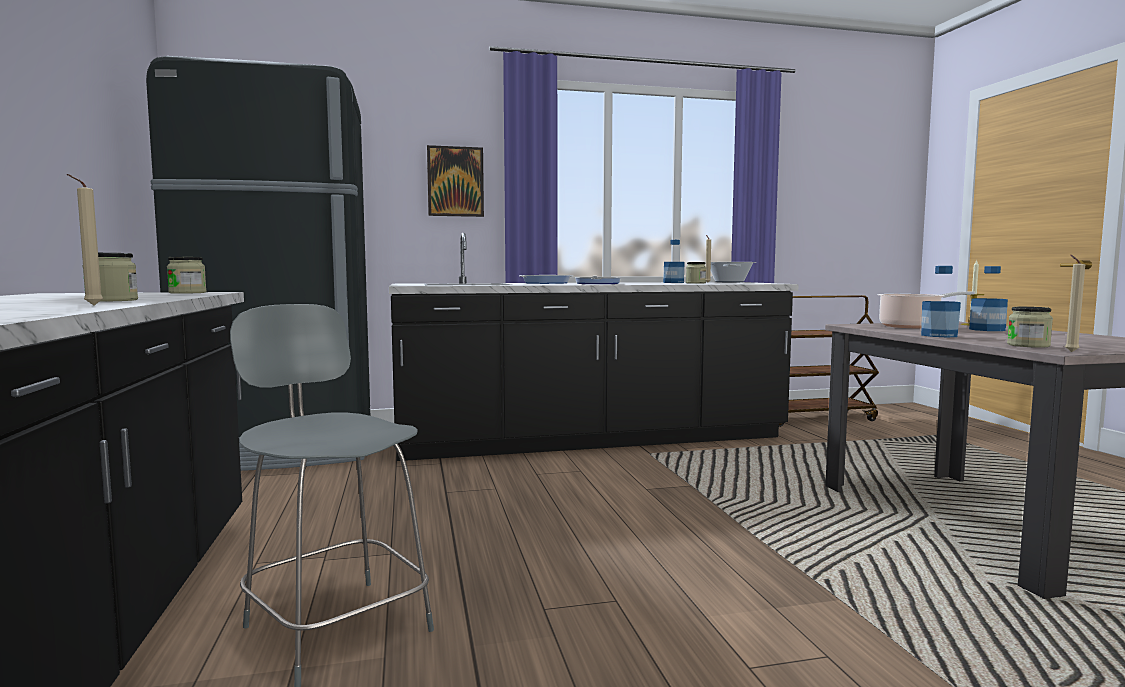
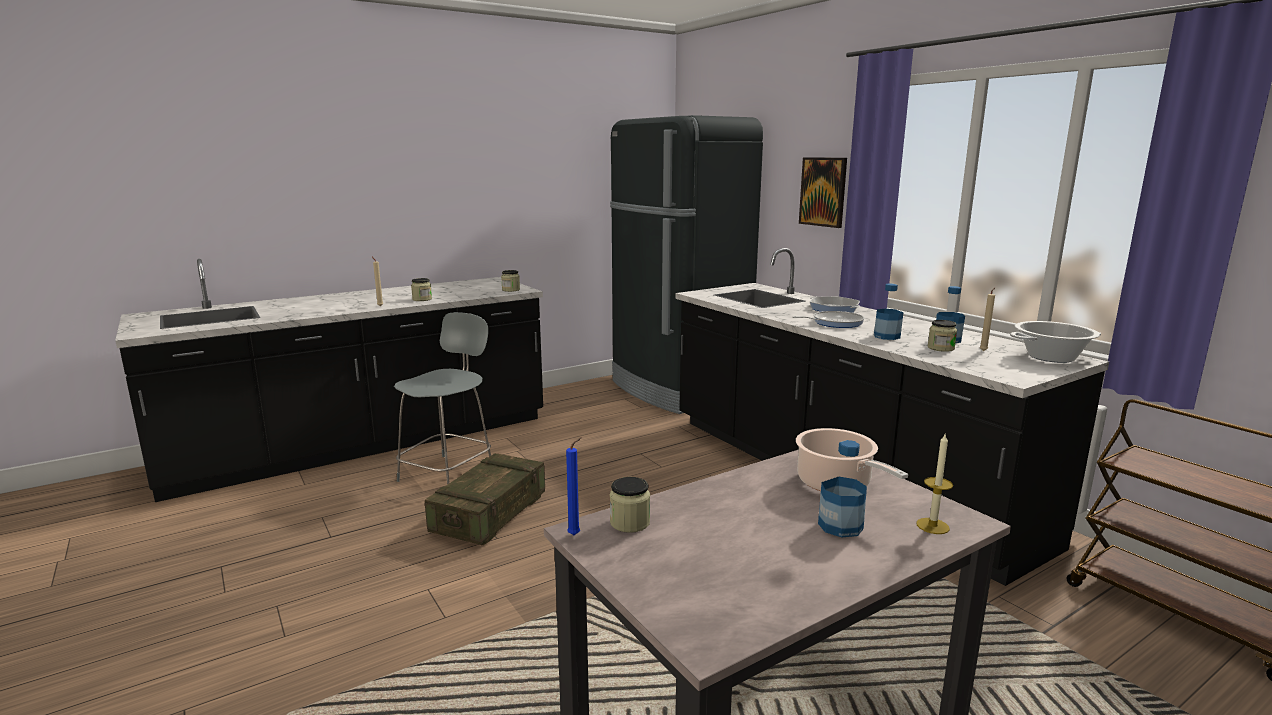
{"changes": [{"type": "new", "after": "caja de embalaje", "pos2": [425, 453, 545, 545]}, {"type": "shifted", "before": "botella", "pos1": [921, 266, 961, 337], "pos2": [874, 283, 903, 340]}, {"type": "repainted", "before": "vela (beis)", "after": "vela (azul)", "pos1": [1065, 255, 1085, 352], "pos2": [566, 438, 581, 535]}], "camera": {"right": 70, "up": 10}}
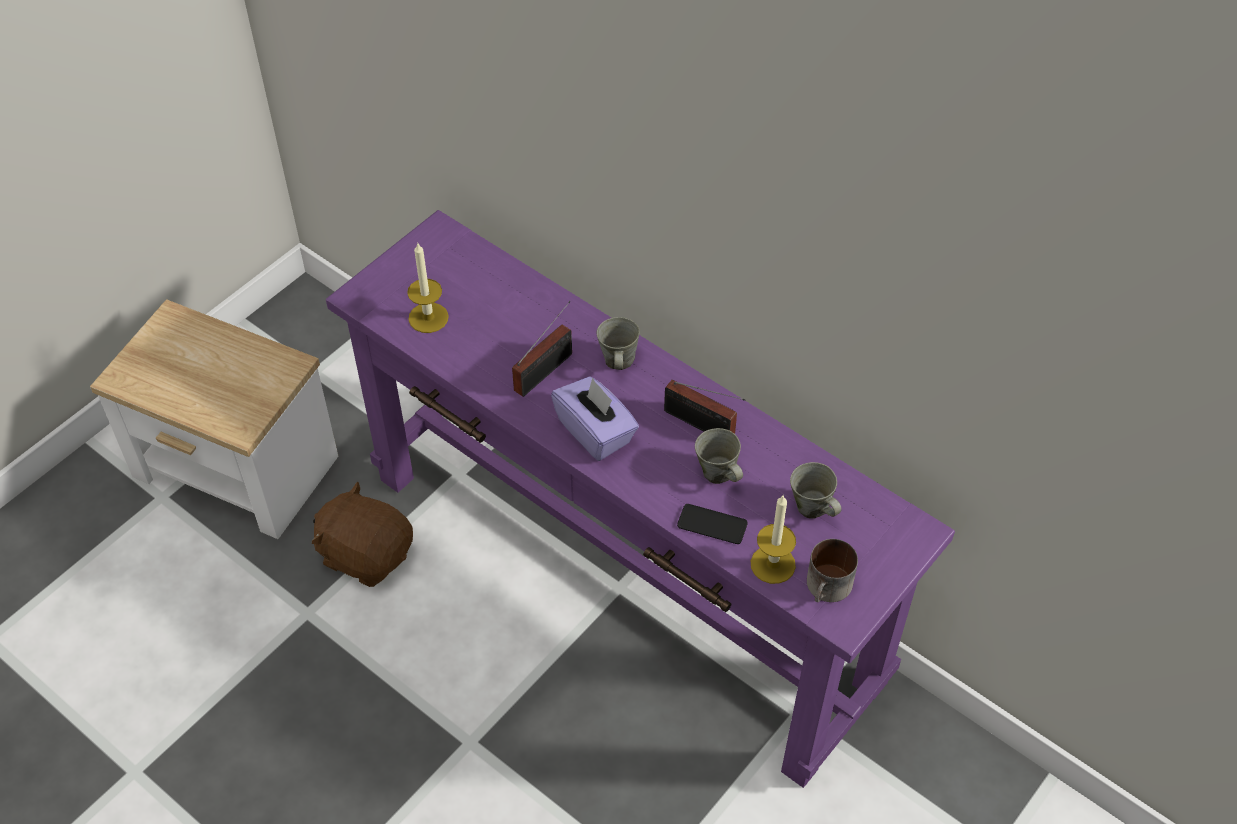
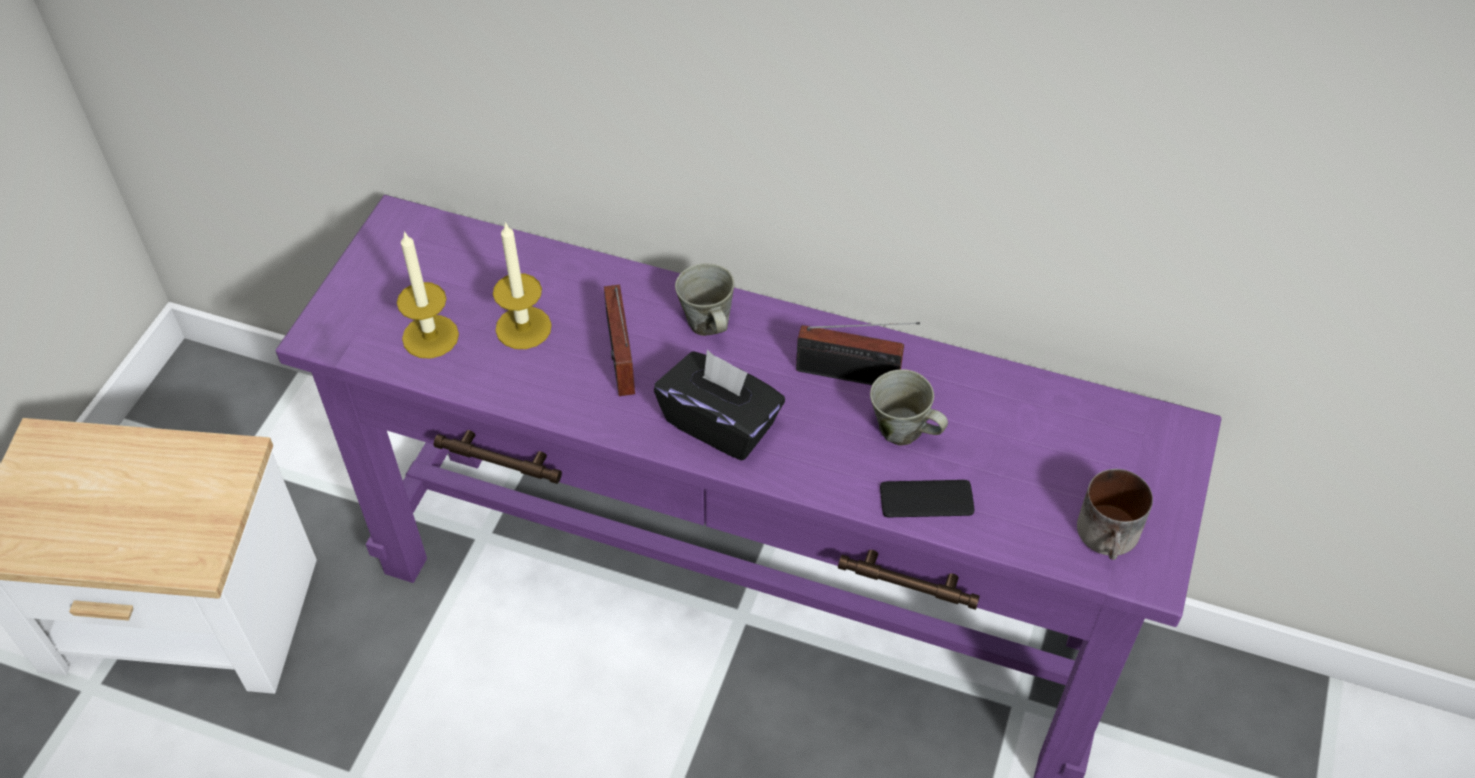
{"changes": [{"type": "gone", "before": "peluche (marrón)", "pos1": [312, 482, 413, 587]}, {"type": "gone", "before": "taza grande (gris)", "pos1": [790, 462, 842, 519]}, {"type": "shifted", "before": "vela", "pos1": [751, 495, 796, 584], "pos2": [493, 222, 552, 349]}, {"type": "repainted", "before": "caja de pañuelos (morado)", "after": "caja de pañuelos (negro)", "pos1": [551, 376, 639, 461], "pos2": [654, 350, 785, 460]}, {"type": "rotated", "before": "radio", "pos1": [512, 301, 572, 397], "pos2": [604, 285, 635, 396], "turn": 150}], "camera": {"right": -20, "up": 0}}
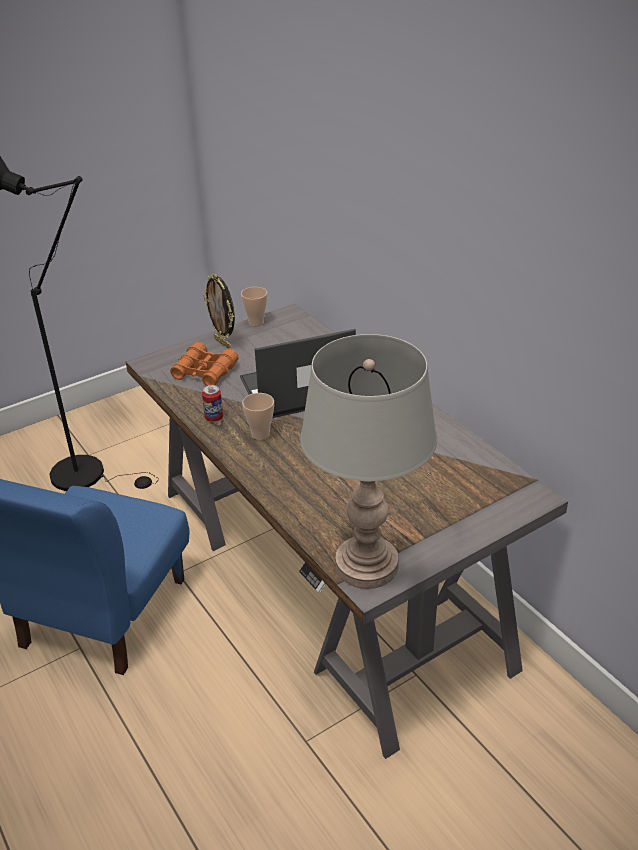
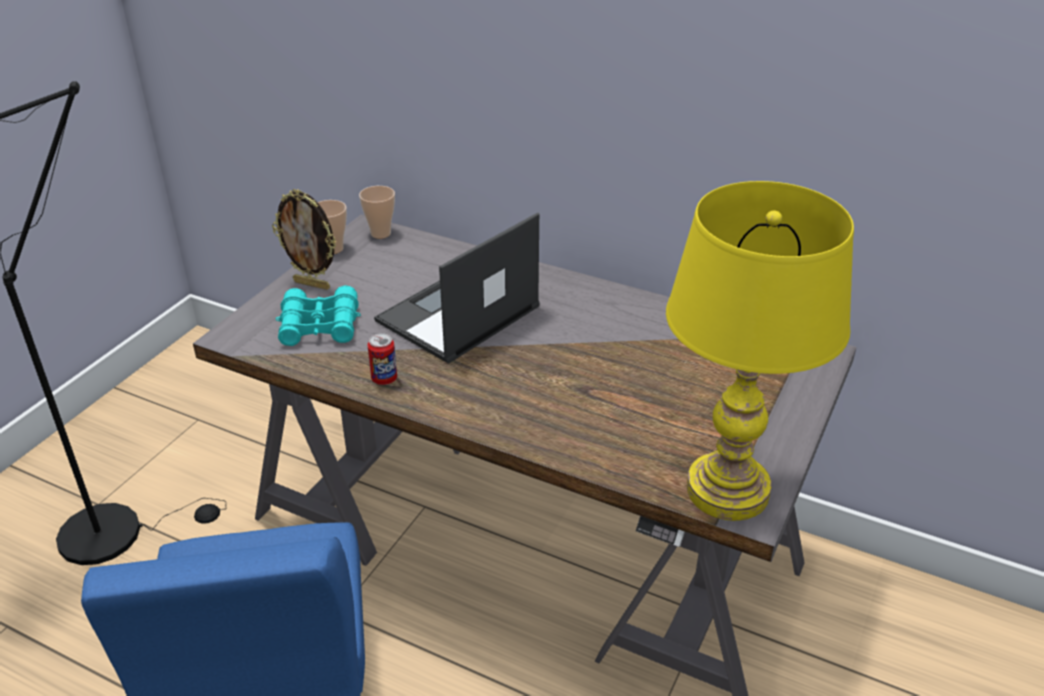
{"changes": [{"type": "shifted", "before": "taza", "pos1": [242, 393, 274, 440], "pos2": [359, 186, 395, 239]}, {"type": "repainted", "before": "prismáticos (naranja)", "after": "prismáticos (turquesa)", "pos1": [170, 342, 239, 386], "pos2": [275, 286, 361, 346]}, {"type": "repainted", "before": "lámpara de mesa (gris)", "after": "lámpara de mesa (amarillo)", "pos1": [300, 334, 437, 589], "pos2": [666, 181, 854, 521]}], "camera": {"right": -30, "up": 0}}
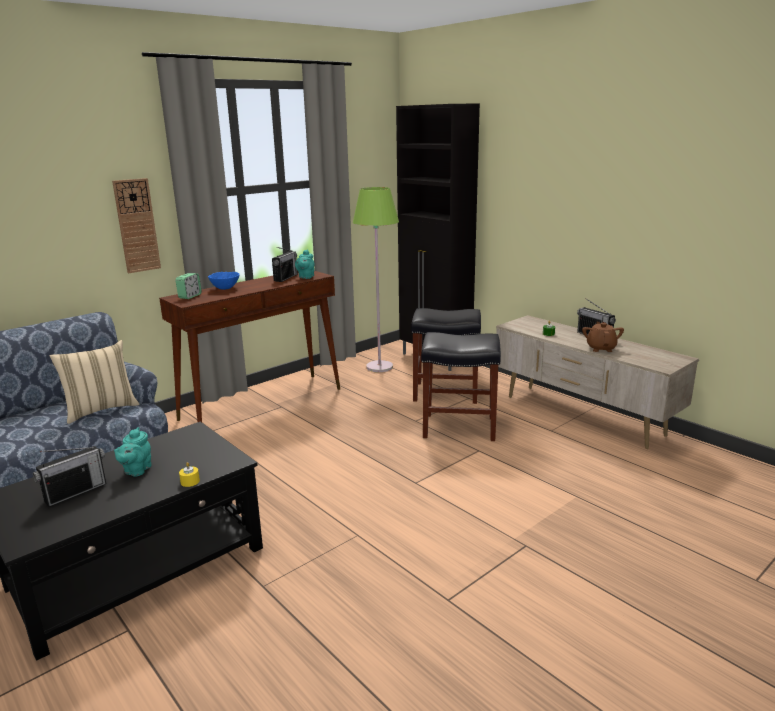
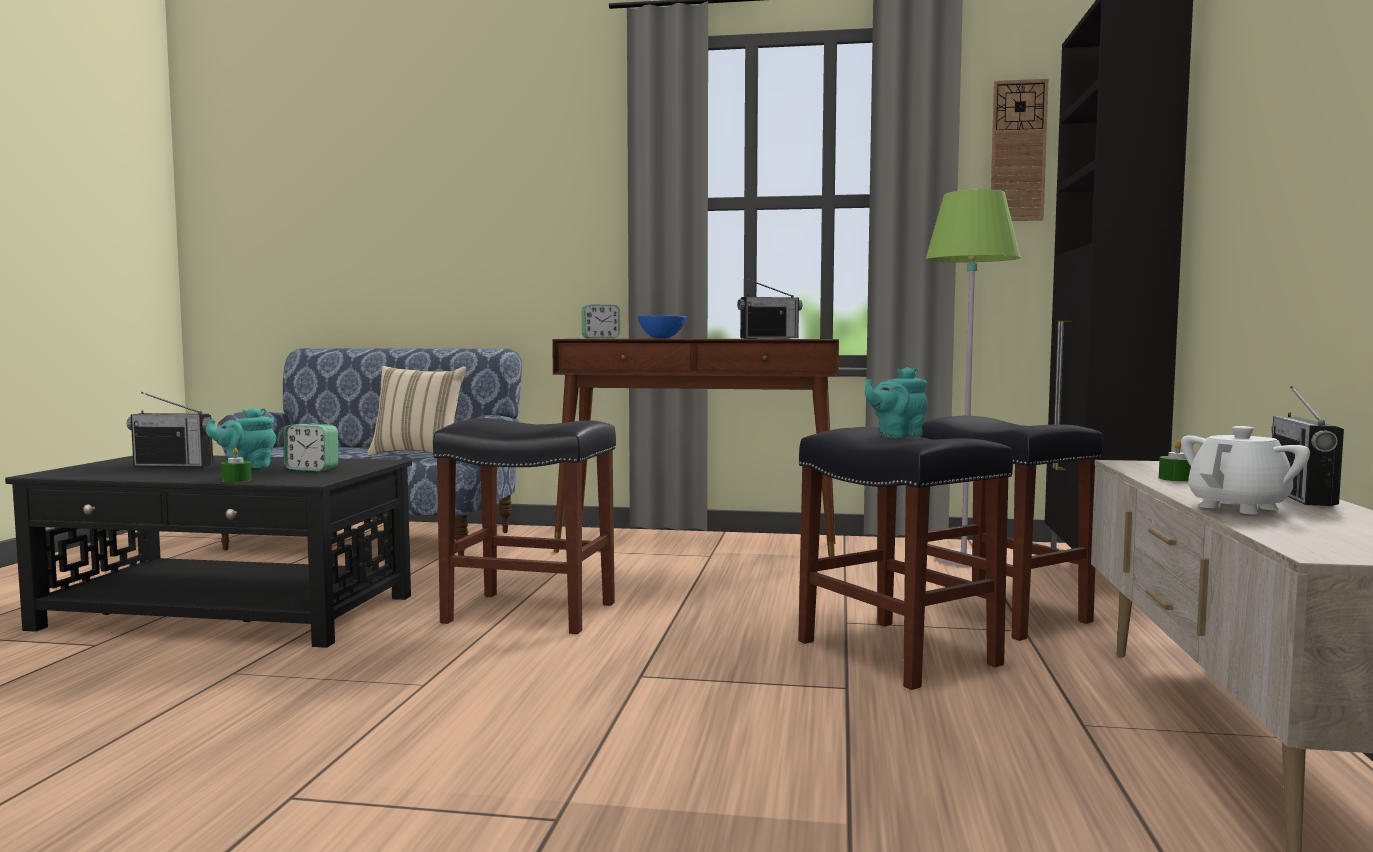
{"changes": [{"type": "new", "after": "despertador", "pos2": [284, 424, 339, 471]}, {"type": "new", "after": "taburete (negro)", "pos2": [433, 418, 616, 634]}, {"type": "shifted", "before": "reloj de pared", "pos1": [112, 178, 161, 273], "pos2": [991, 79, 1049, 221]}, {"type": "shifted", "before": "tetera (turquesa)", "pos1": [295, 249, 314, 279], "pos2": [865, 367, 927, 438]}, {"type": "repainted", "before": "vela (amarillo)", "after": "vela (verde)", "pos1": [179, 462, 200, 487], "pos2": [221, 448, 252, 482]}, {"type": "repainted", "before": "tetera (marrón)", "after": "tetera (blanco)", "pos1": [582, 322, 624, 352], "pos2": [1181, 426, 1310, 514]}], "camera": {"right": 50, "up": -15}}
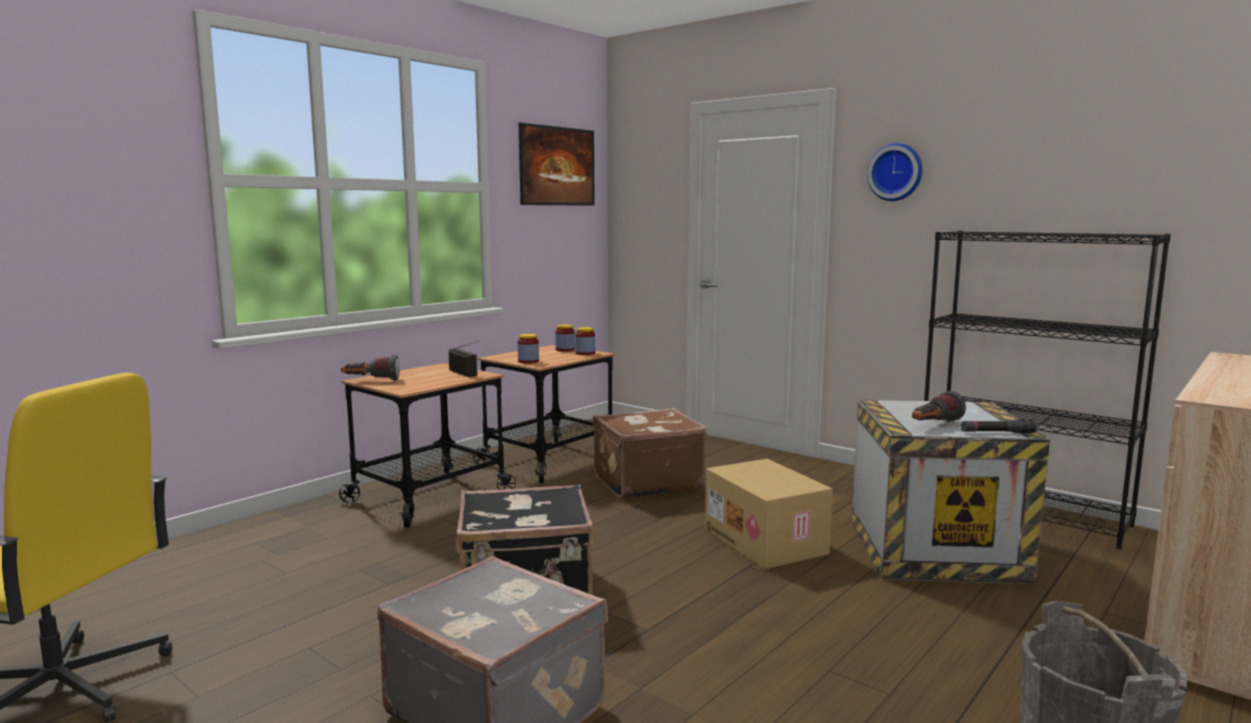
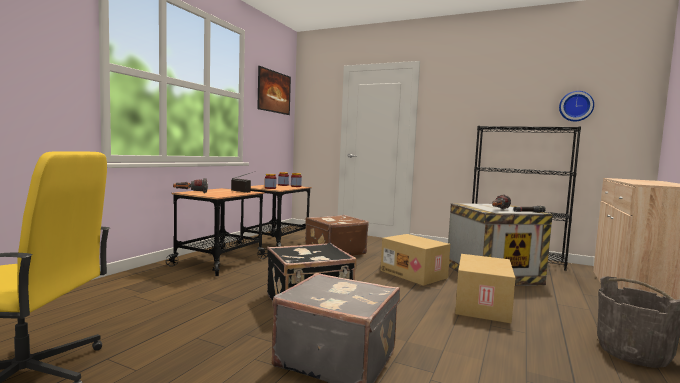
{"changes": [{"type": "new", "after": "caja de cartón", "pos2": [455, 254, 516, 323]}, {"type": "shifted", "before": "reloj de pared", "pos1": [867, 143, 922, 201], "pos2": [559, 91, 594, 121]}], "camera": {"right": -15, "up": -5}}
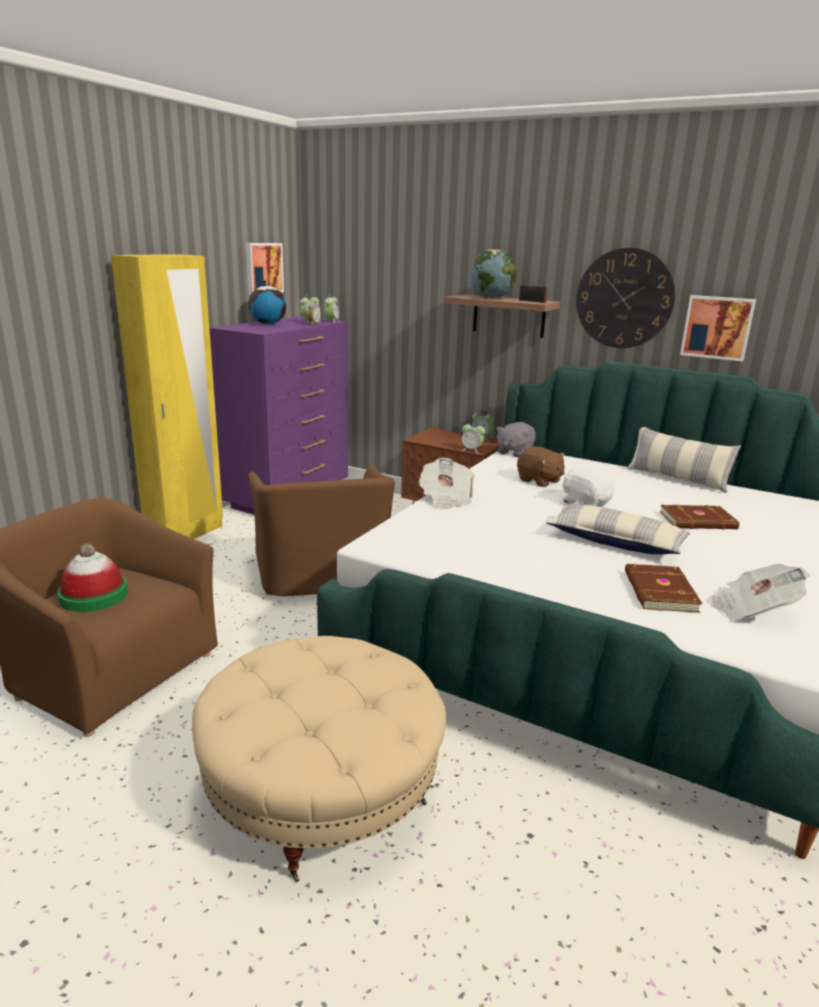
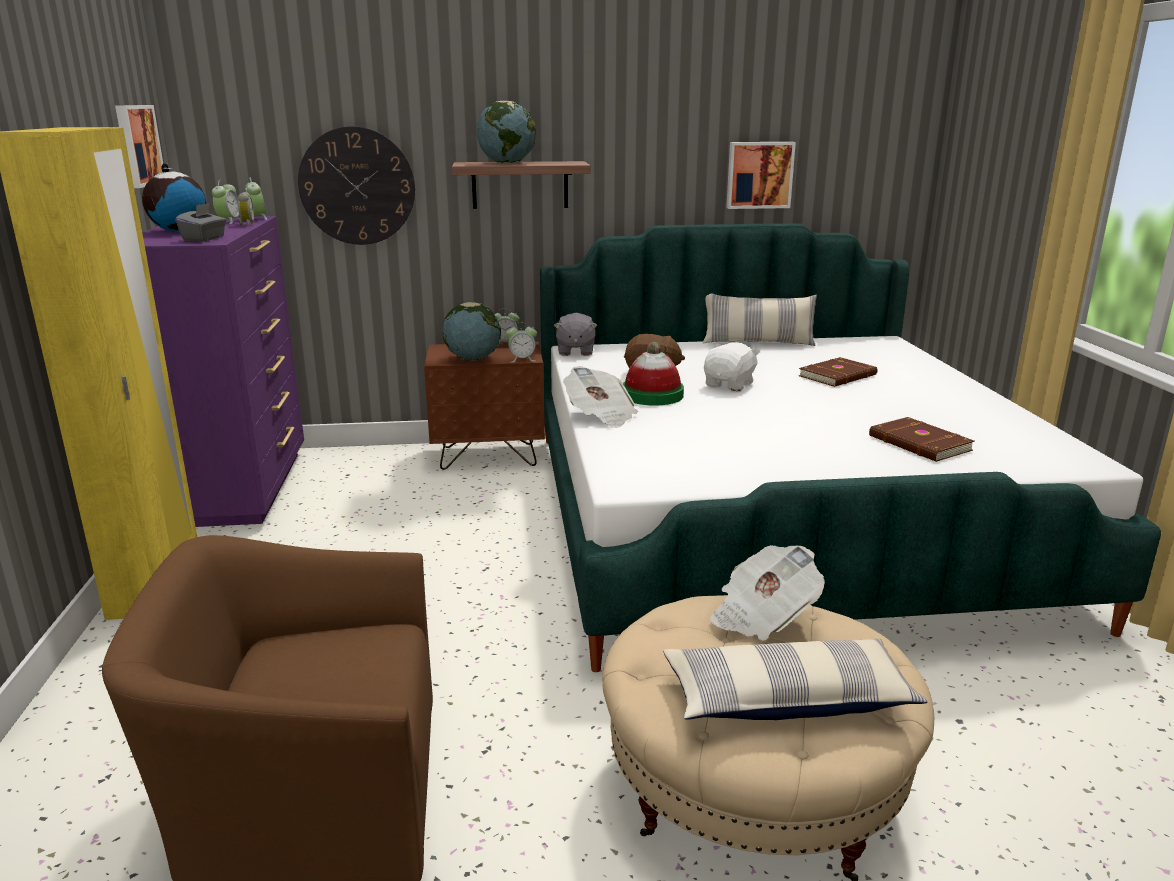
{"changes": [{"type": "gone", "before": "sillón (marrón)", "pos1": [248, 465, 395, 596]}, {"type": "gone", "before": "radio", "pos1": [519, 276, 551, 303]}, {"type": "new", "after": "caja de pañuelos (gris)", "pos2": [175, 203, 226, 242]}, {"type": "new", "after": "globo terráqueo", "pos2": [442, 302, 501, 361]}, {"type": "shifted", "before": "sombrero", "pos1": [57, 544, 128, 612], "pos2": [623, 342, 684, 406]}, {"type": "shifted", "before": "cojín", "pos1": [546, 504, 690, 554], "pos2": [663, 638, 928, 720]}, {"type": "shifted", "before": "reloj de pared", "pos1": [576, 248, 675, 348], "pos2": [298, 126, 415, 245]}, {"type": "shifted", "before": "periódico", "pos1": [707, 564, 810, 620], "pos2": [710, 545, 825, 640]}, {"type": "rotated", "before": "peluche (blanco)", "pos1": [562, 467, 615, 506], "pos2": [704, 342, 760, 391], "turn": 105}], "camera": {"right": -35, "up": 0}}
